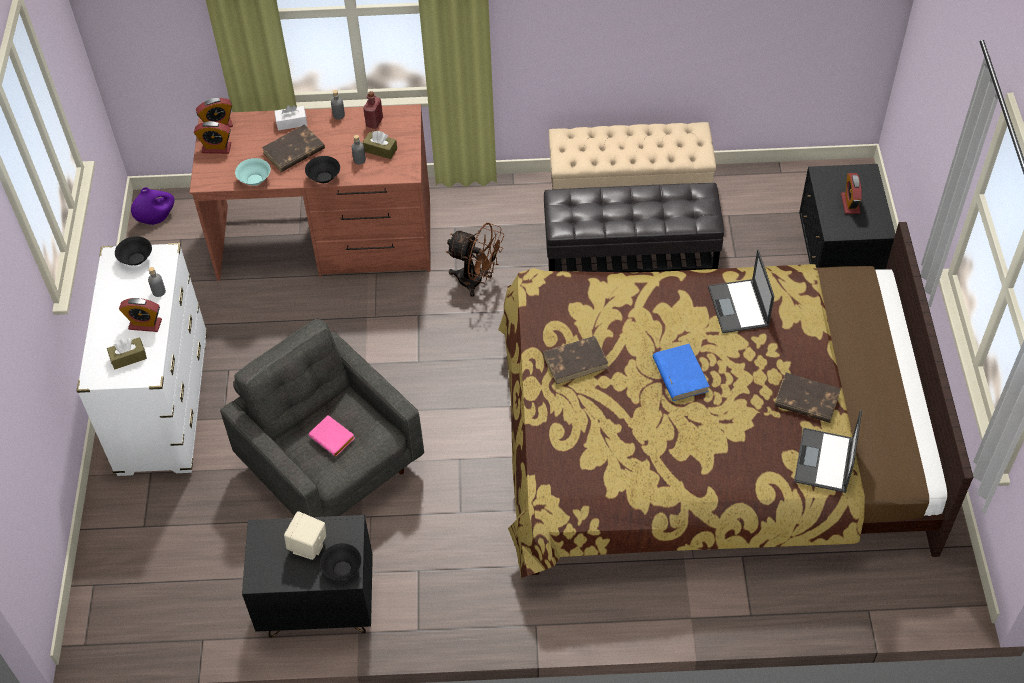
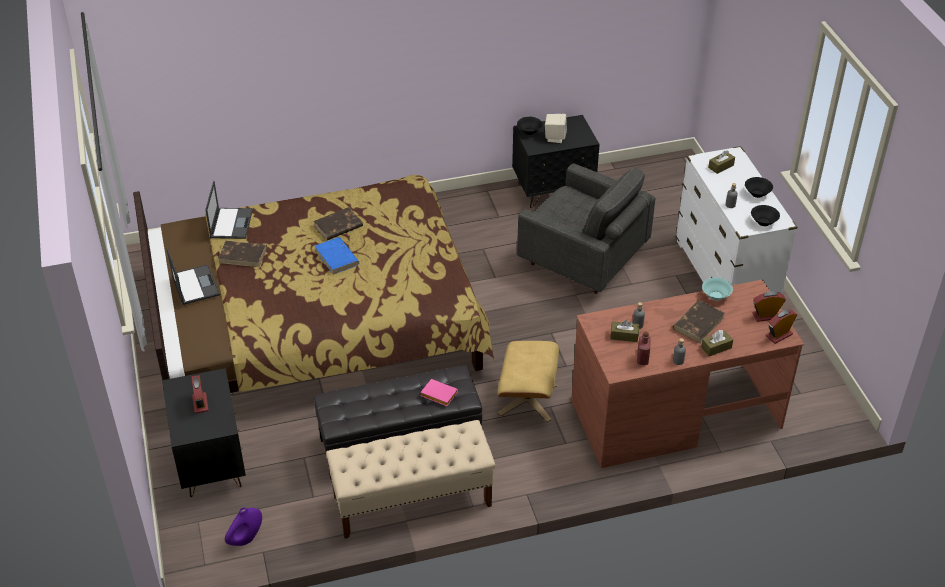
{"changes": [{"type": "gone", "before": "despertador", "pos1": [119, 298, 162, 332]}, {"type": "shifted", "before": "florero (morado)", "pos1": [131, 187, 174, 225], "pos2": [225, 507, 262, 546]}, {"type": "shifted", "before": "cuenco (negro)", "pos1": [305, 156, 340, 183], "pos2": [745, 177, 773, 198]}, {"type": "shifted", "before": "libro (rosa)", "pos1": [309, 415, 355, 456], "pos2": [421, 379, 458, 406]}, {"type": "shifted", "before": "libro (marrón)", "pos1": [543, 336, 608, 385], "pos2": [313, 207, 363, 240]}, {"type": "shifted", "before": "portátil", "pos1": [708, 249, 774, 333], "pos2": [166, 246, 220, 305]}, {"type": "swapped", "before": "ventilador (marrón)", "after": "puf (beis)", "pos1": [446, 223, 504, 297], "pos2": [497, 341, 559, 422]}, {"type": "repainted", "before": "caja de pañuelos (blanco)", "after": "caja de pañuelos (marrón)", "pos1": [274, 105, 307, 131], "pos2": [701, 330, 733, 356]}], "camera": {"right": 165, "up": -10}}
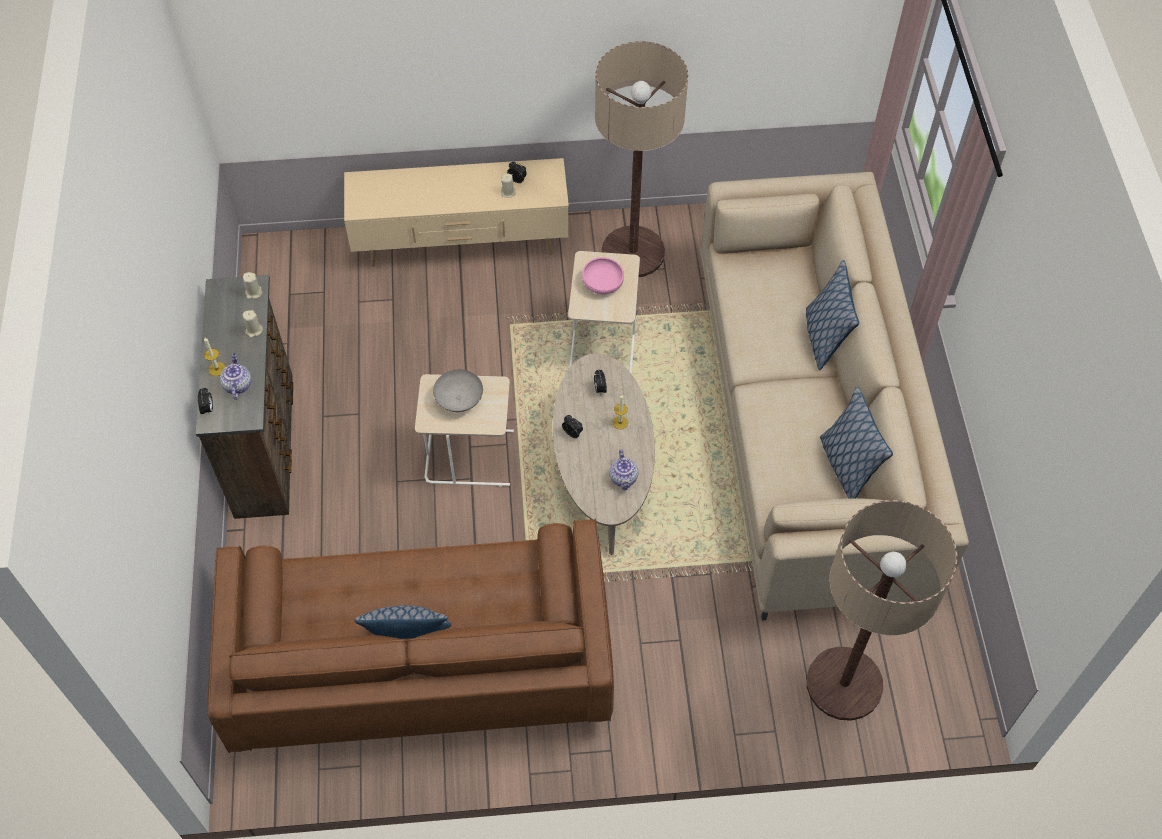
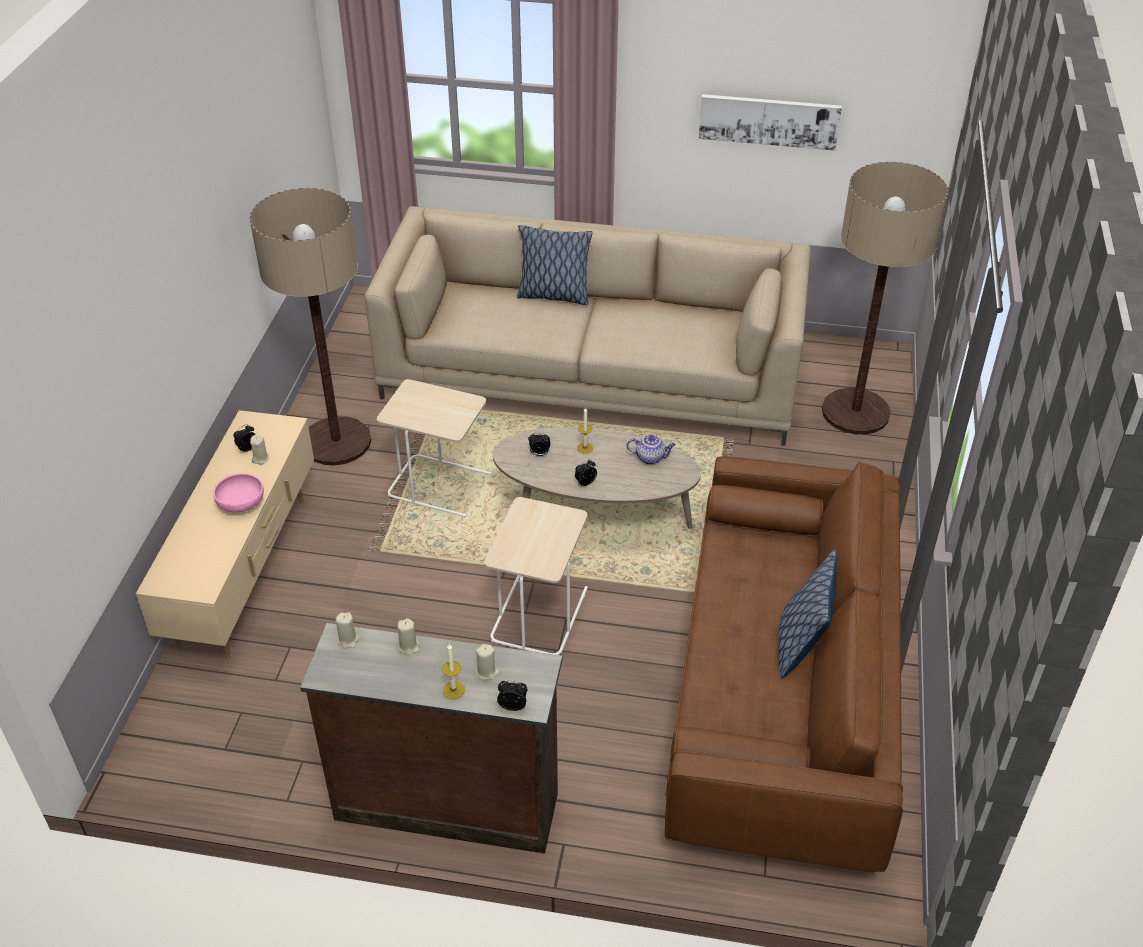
{"changes": [{"type": "gone", "before": "cuenco (gris)", "pos1": [433, 369, 483, 412]}, {"type": "gone", "before": "cojín", "pos1": [820, 386, 893, 499]}, {"type": "new", "after": "cuadro", "pos2": [699, 94, 842, 151]}, {"type": "shifted", "before": "cuenco (rosa)", "pos1": [582, 257, 624, 294], "pos2": [213, 473, 264, 512]}, {"type": "swapped", "before": "tetera", "after": "vela (beis)", "pos1": [220, 353, 251, 400], "pos2": [475, 644, 500, 680]}], "camera": {"right": -75, "up": -15}}
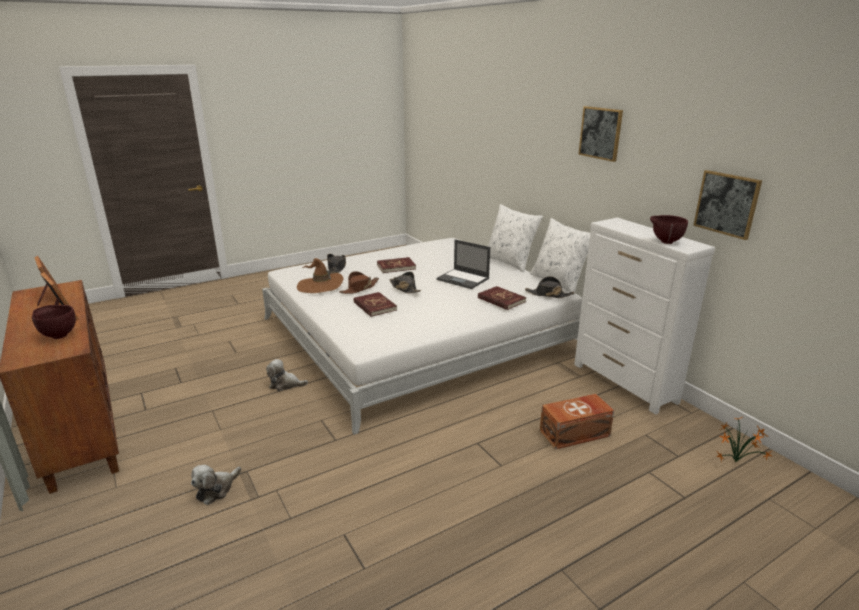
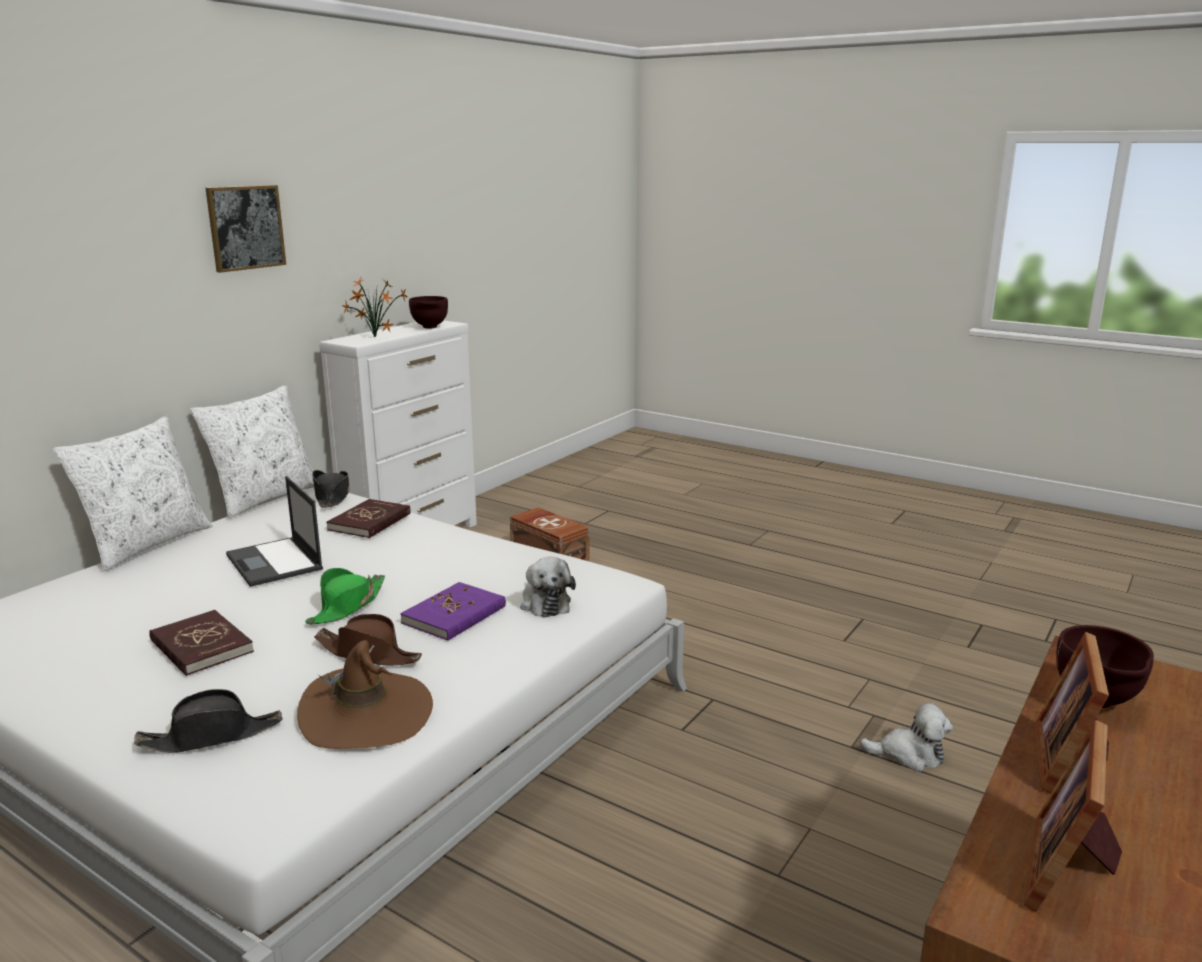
{"changes": [{"type": "gone", "before": "cuadro", "pos1": [693, 170, 762, 240]}, {"type": "shifted", "before": "peluche", "pos1": [266, 359, 308, 391], "pos2": [520, 557, 576, 617]}, {"type": "shifted", "before": "planta en maceta", "pos1": [716, 417, 772, 462], "pos2": [342, 278, 407, 338]}, {"type": "repainted", "before": "libro (rojo)", "after": "libro (morado)", "pos1": [353, 292, 397, 317], "pos2": [400, 582, 506, 641]}, {"type": "repainted", "before": "sombrero (negro)", "after": "sombrero (verde)", "pos1": [389, 271, 421, 294], "pos2": [305, 568, 385, 624]}, {"type": "rotated", "before": "portátil", "pos1": [436, 240, 490, 289], "pos2": [226, 476, 323, 587], "turn": 135}], "camera": {"right": -115, "up": -5}}
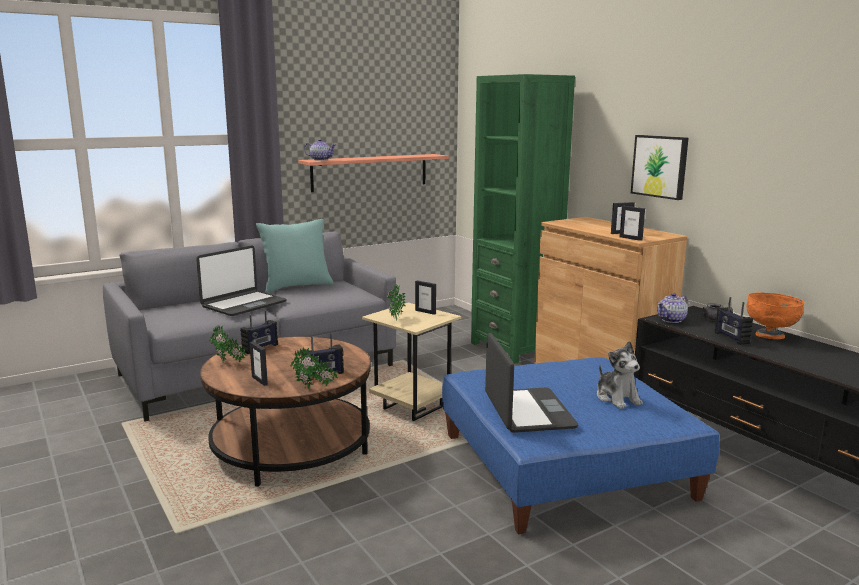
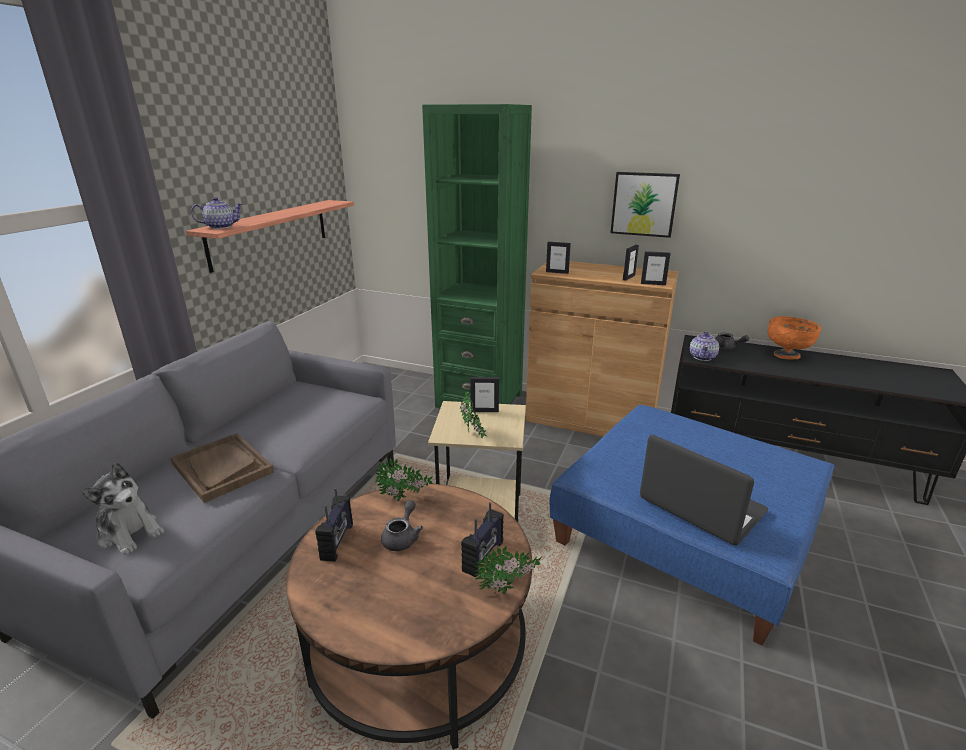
{"changes": [{"type": "gone", "before": "cojín (turquesa)", "pos1": [256, 219, 334, 293]}, {"type": "gone", "before": "radio", "pos1": [715, 297, 753, 345]}, {"type": "new", "after": "tetera (gris)", "pos2": [381, 500, 423, 551]}, {"type": "shifted", "before": "planta en maceta", "pos1": [210, 324, 247, 362], "pos2": [376, 458, 433, 501]}, {"type": "shifted", "before": "portarretratos", "pos1": [250, 341, 268, 386], "pos2": [546, 242, 571, 274]}, {"type": "shifted", "before": "peluche", "pos1": [597, 341, 643, 409], "pos2": [82, 463, 164, 555]}, {"type": "swapped", "before": "portátil", "after": "bandeja (marrón)", "pos1": [196, 245, 287, 316], "pos2": [171, 433, 274, 503]}], "camera": {"right": -35, "up": 10}}
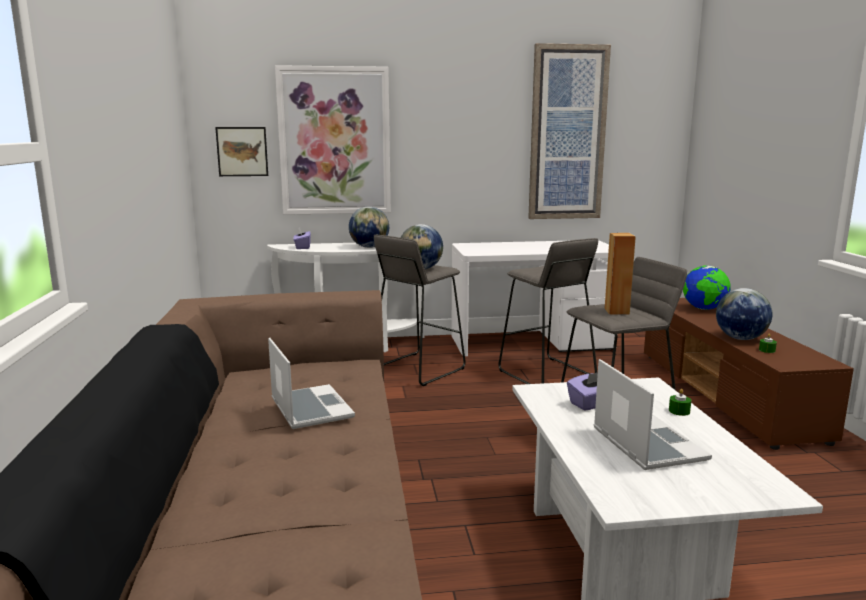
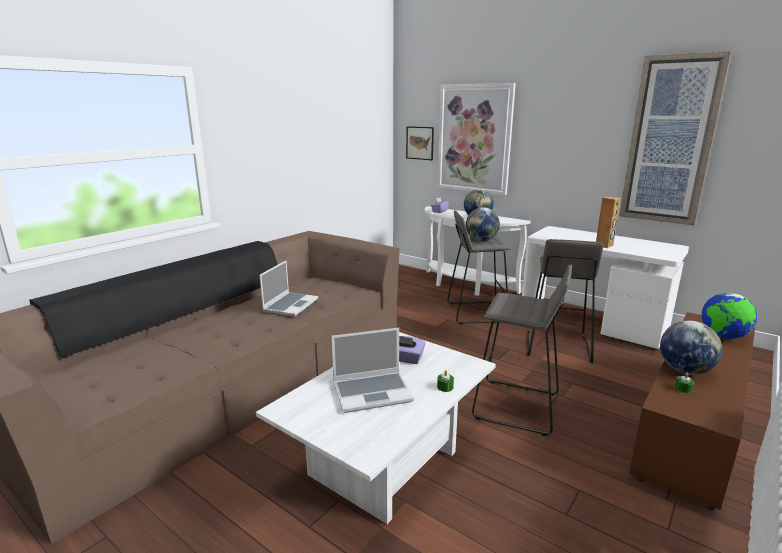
{"changes": [{"type": "shifted", "before": "altavoz (marrón)", "pos1": [605, 233, 636, 315], "pos2": [596, 196, 621, 248]}, {"type": "rotated", "before": "portátil", "pos1": [594, 359, 712, 470], "pos2": [332, 328, 414, 413], "turn": 45}], "camera": {"right": 45, "up": 5}}
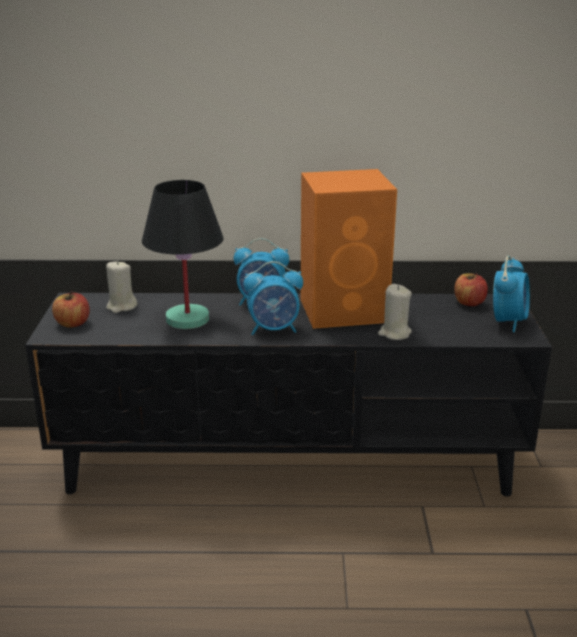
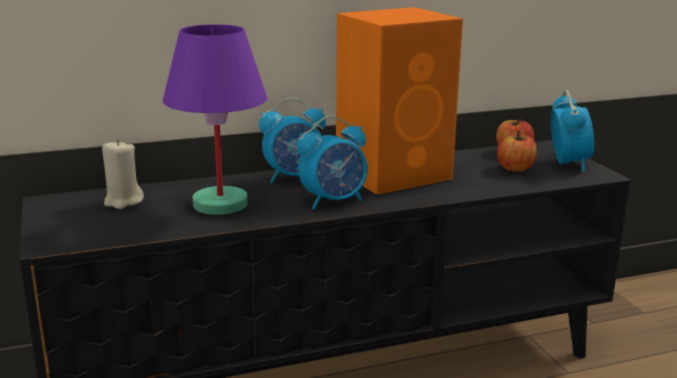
{"changes": [{"type": "gone", "before": "vela (beis)", "pos1": [378, 284, 412, 340]}, {"type": "shifted", "before": "manzana", "pos1": [52, 291, 90, 328], "pos2": [497, 131, 537, 172]}, {"type": "repainted", "before": "lámpara de mesa (negro)", "after": "lámpara de mesa (morado)", "pos1": [142, 180, 224, 329], "pos2": [163, 24, 267, 215]}], "camera": {"right": -20, "up": -5}}
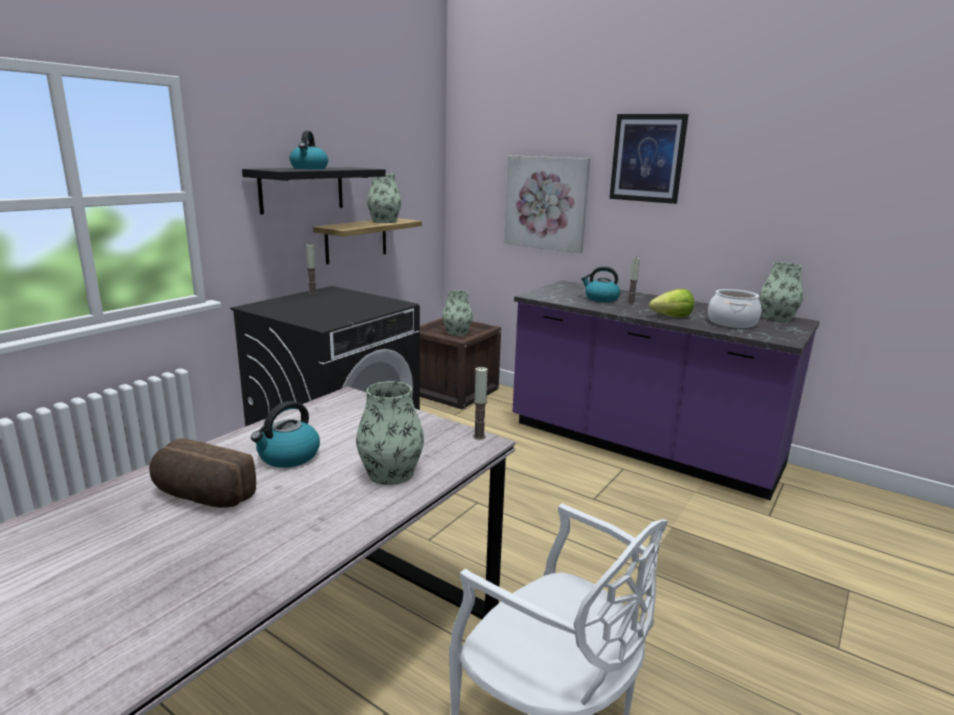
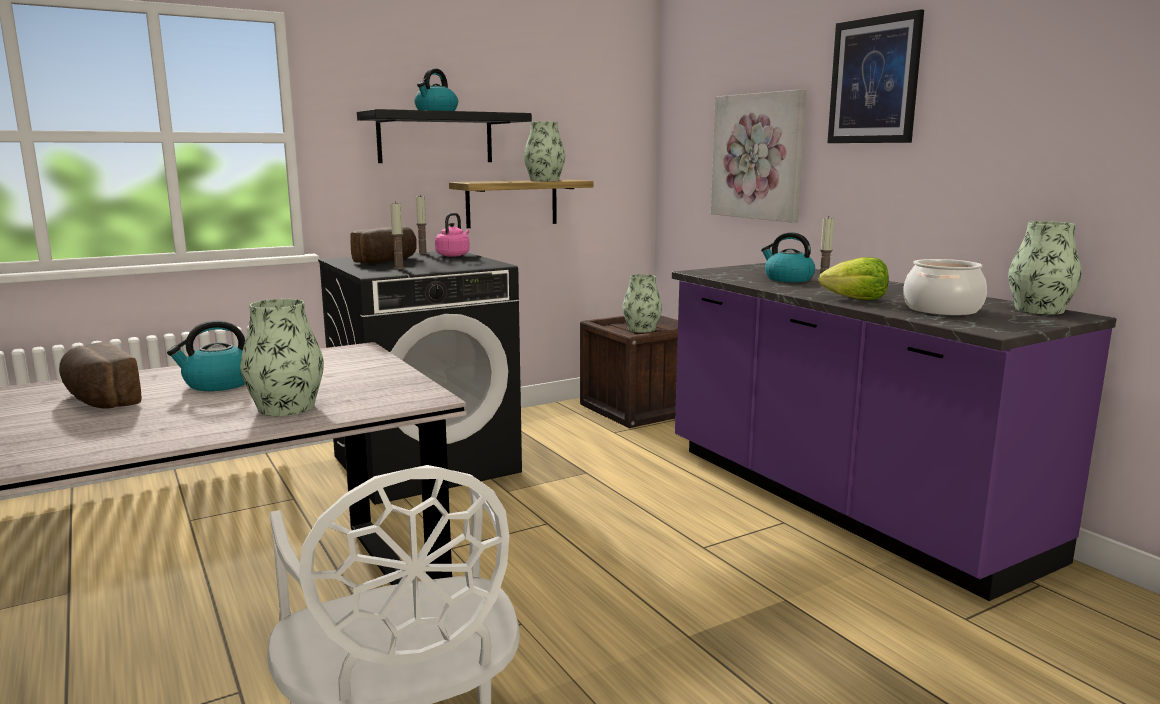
{"changes": [{"type": "new", "after": "pan", "pos2": [350, 227, 417, 263]}, {"type": "new", "after": "hervidor (rosa)", "pos2": [435, 213, 470, 257]}, {"type": "shifted", "before": "vela", "pos1": [473, 367, 488, 440], "pos2": [390, 201, 405, 269]}], "camera": {"right": 25, "up": -5}}
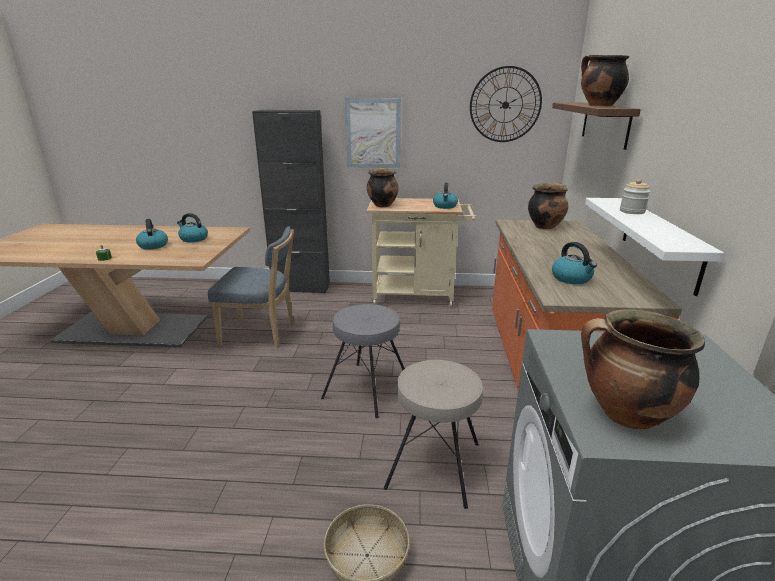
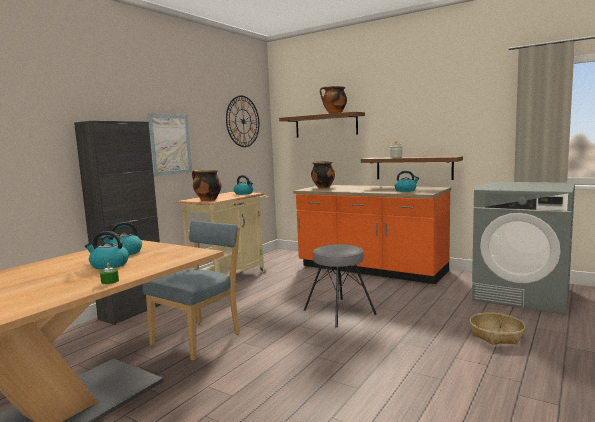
{"changes": [{"type": "gone", "before": "taburete (beis)", "pos1": [384, 360, 483, 509]}, {"type": "gone", "before": "olla", "pos1": [581, 309, 705, 430]}, {"type": "repainted", "before": "estante (blanco)", "after": "estante (marrón)", "pos1": [585, 198, 724, 296], "pos2": [361, 156, 463, 180]}], "camera": {"right": -60, "up": -15}}
